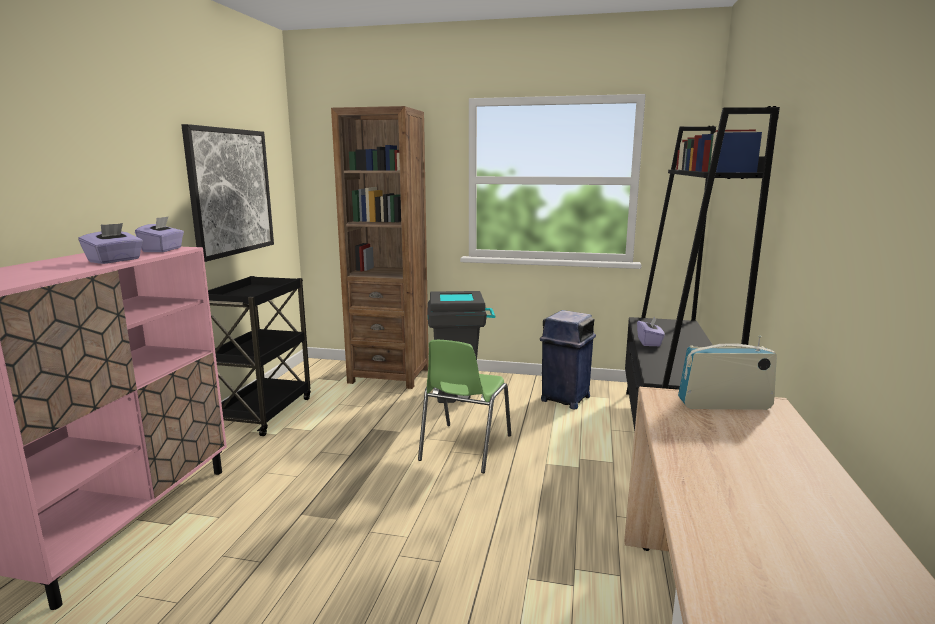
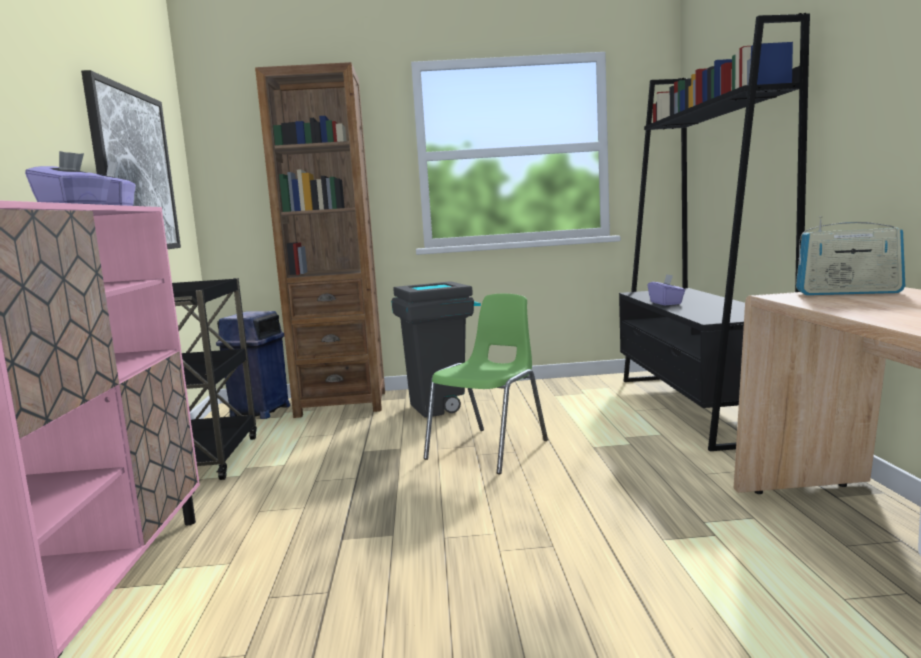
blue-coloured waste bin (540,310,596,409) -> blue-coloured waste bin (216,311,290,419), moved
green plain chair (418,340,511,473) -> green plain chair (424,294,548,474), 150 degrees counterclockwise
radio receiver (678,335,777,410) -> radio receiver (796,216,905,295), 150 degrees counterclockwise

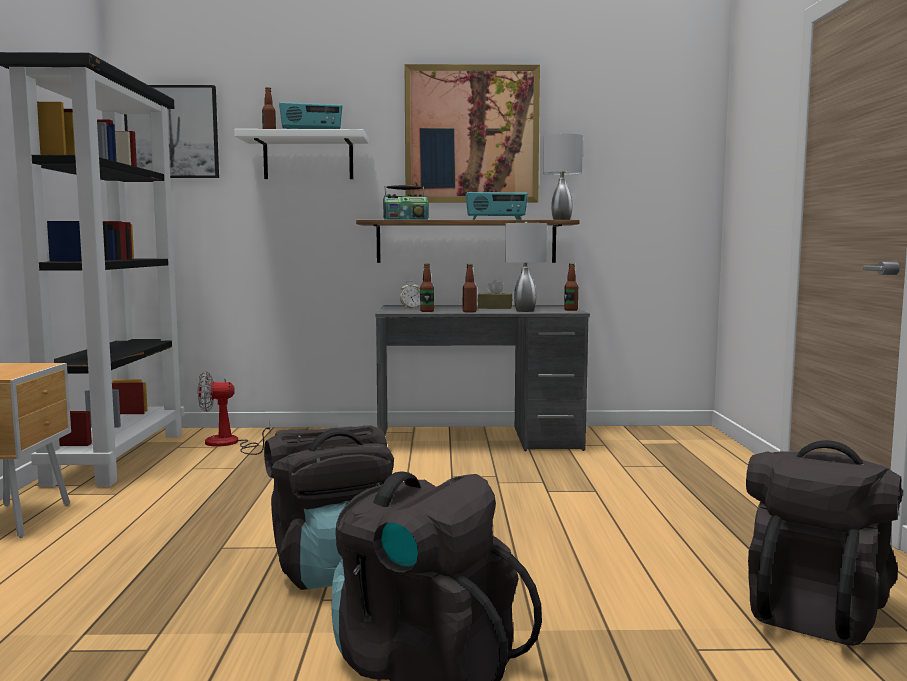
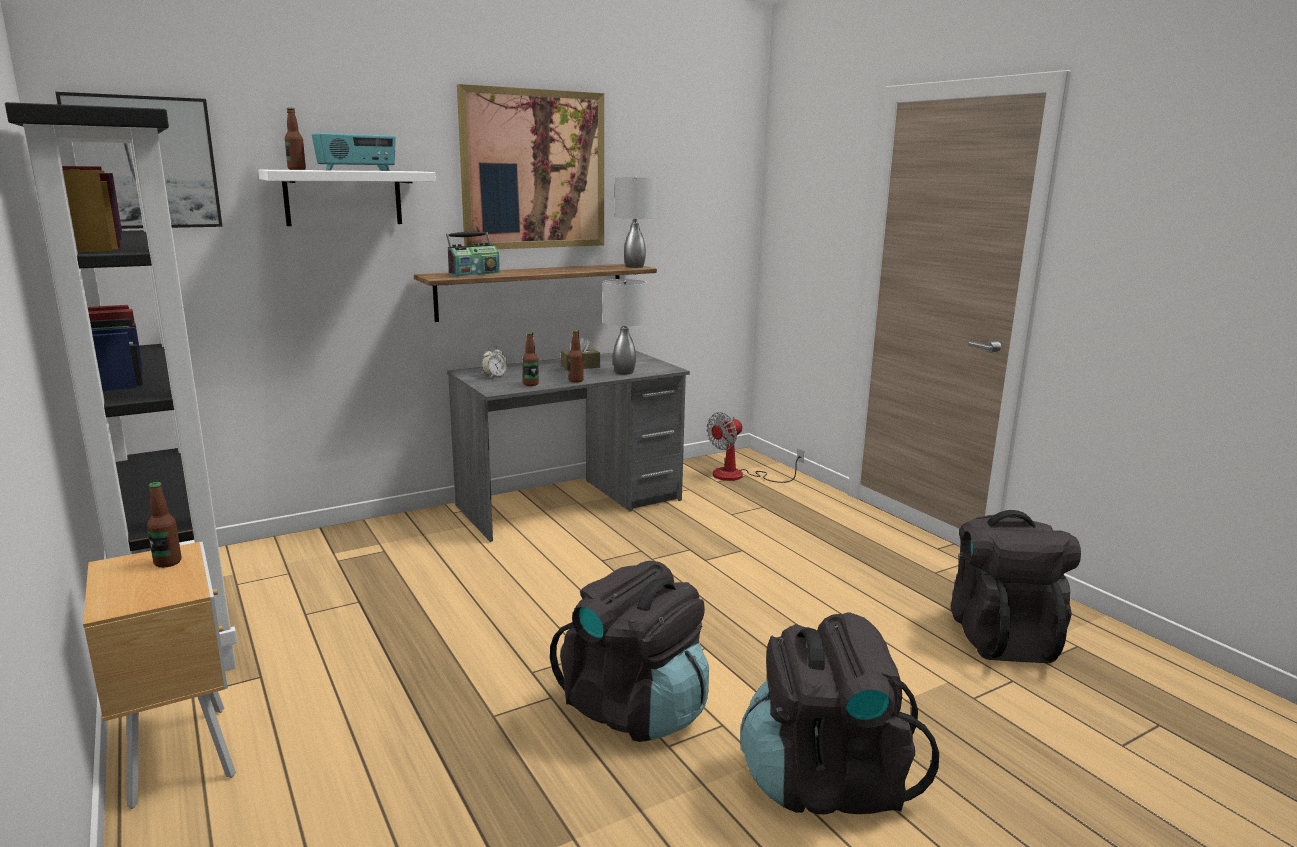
radio receiver (466,192,528,220) -> none
fan (198,371,270,455) -> fan (706,412,804,483), moved
beverage bottle (564,263,578,311) -> beverage bottle (147,482,182,568), moved

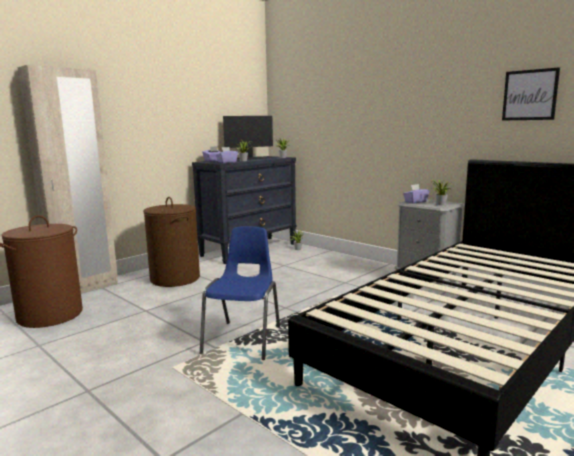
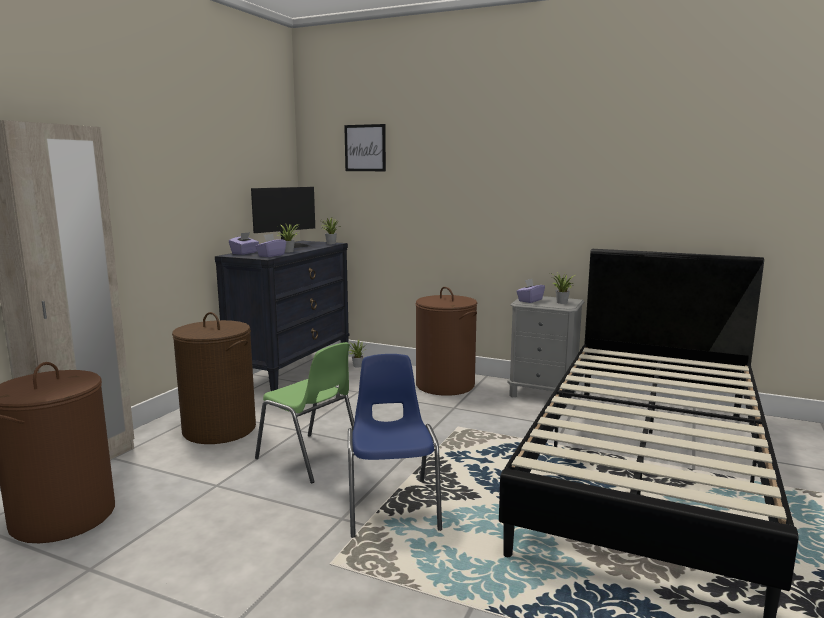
none -> green plain chair (255,342,354,483)
none -> brown washing basket (416,287,477,396)
picture (502,67,560,121) -> picture (344,124,386,171), moved

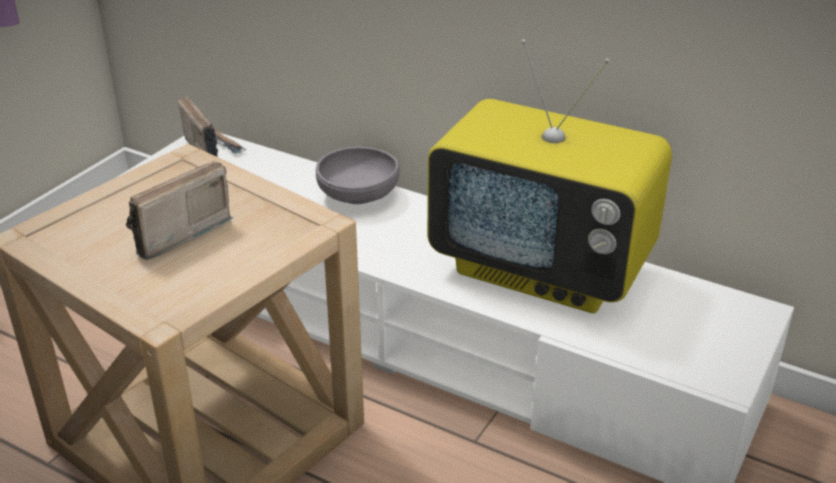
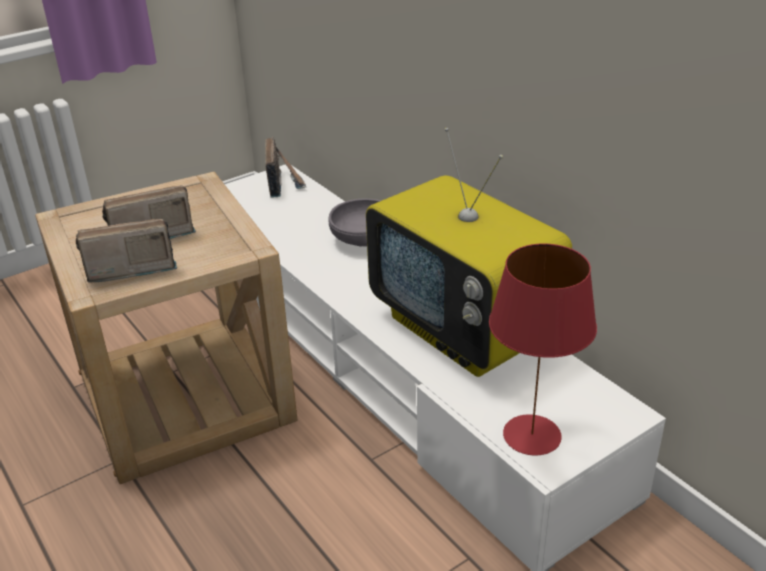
none -> radio receiver (76,219,177,282)
none -> reddish lamp for a table (489,244,597,456)

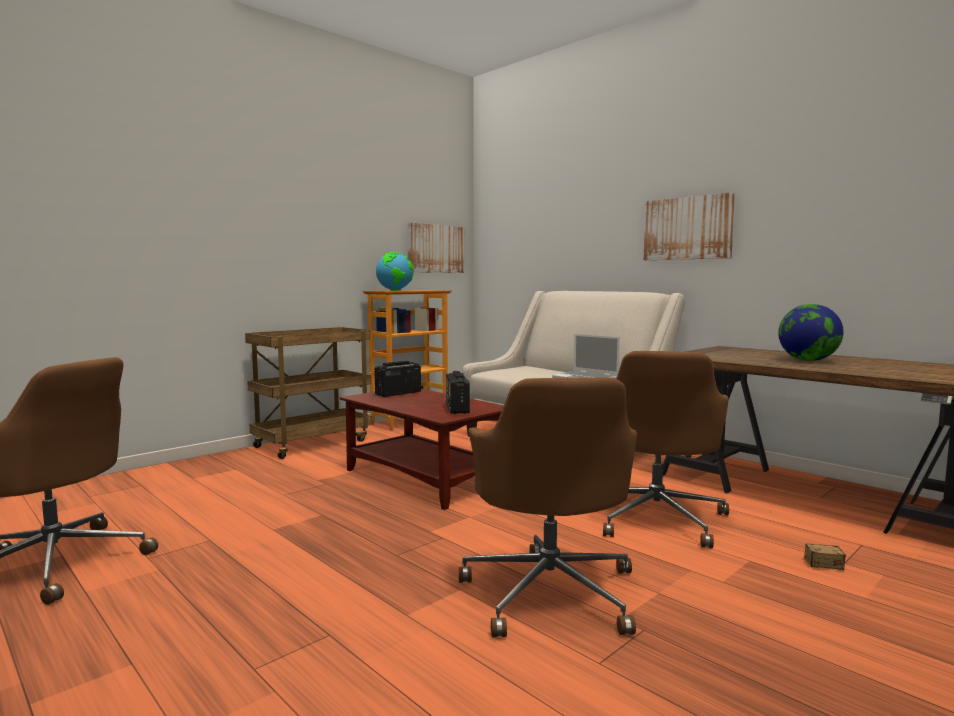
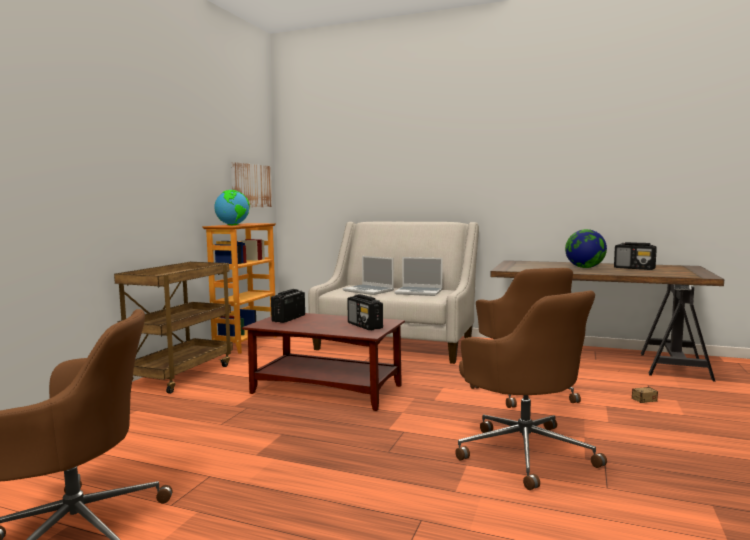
picture (644,192,735,260) -> none
none -> portable computer (343,256,394,295)
none -> radio receiver (614,242,657,270)

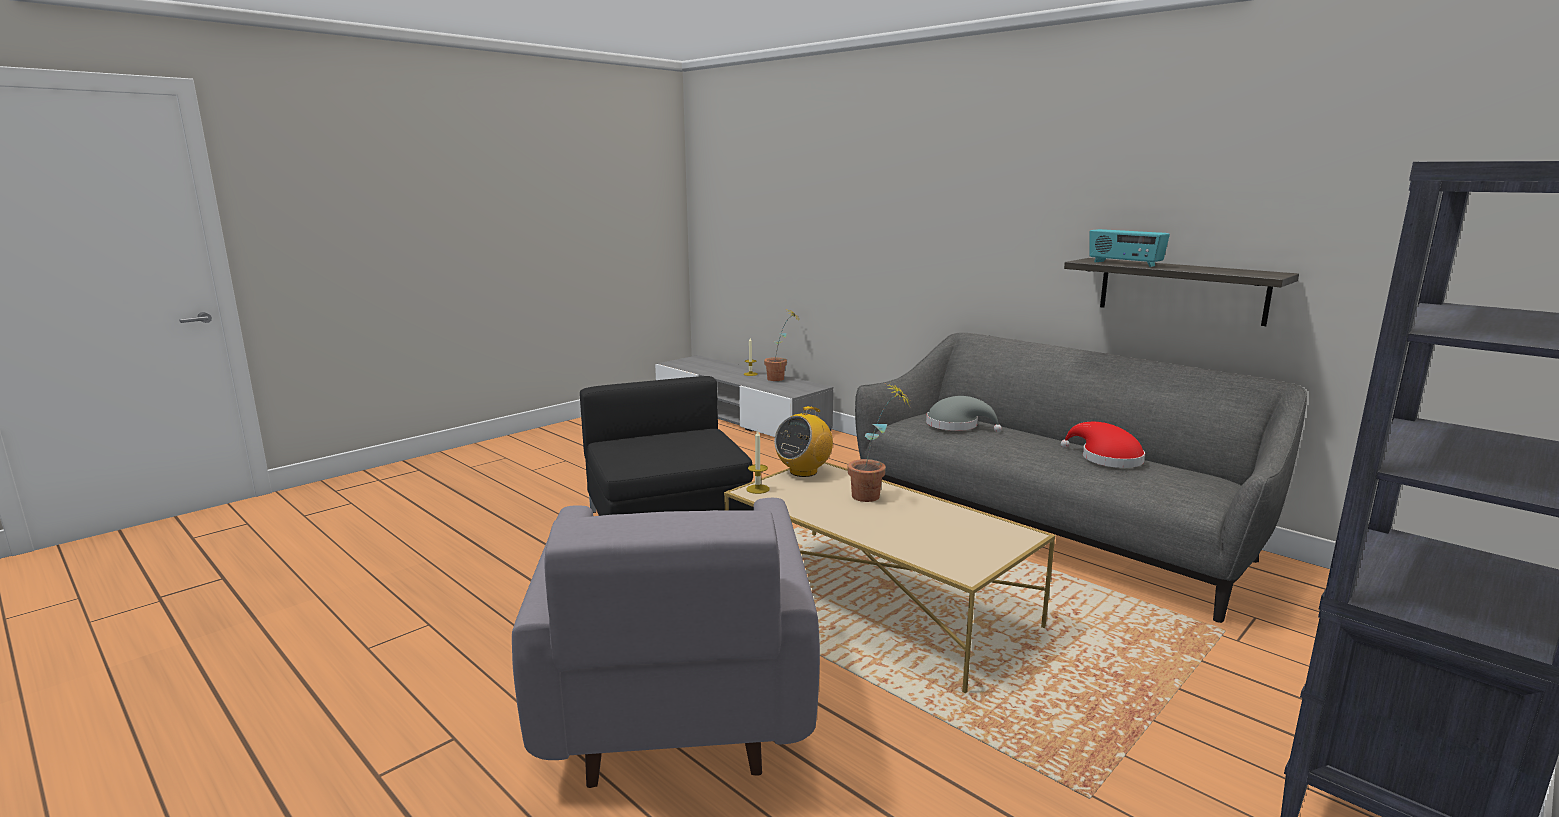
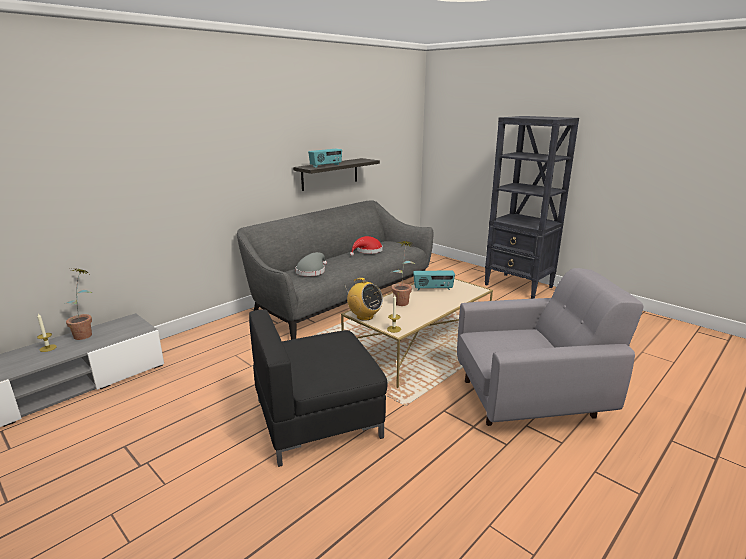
none -> radio receiver (413,270,455,290)

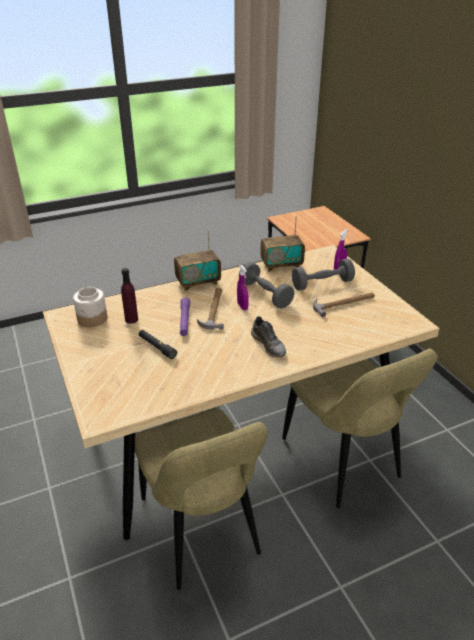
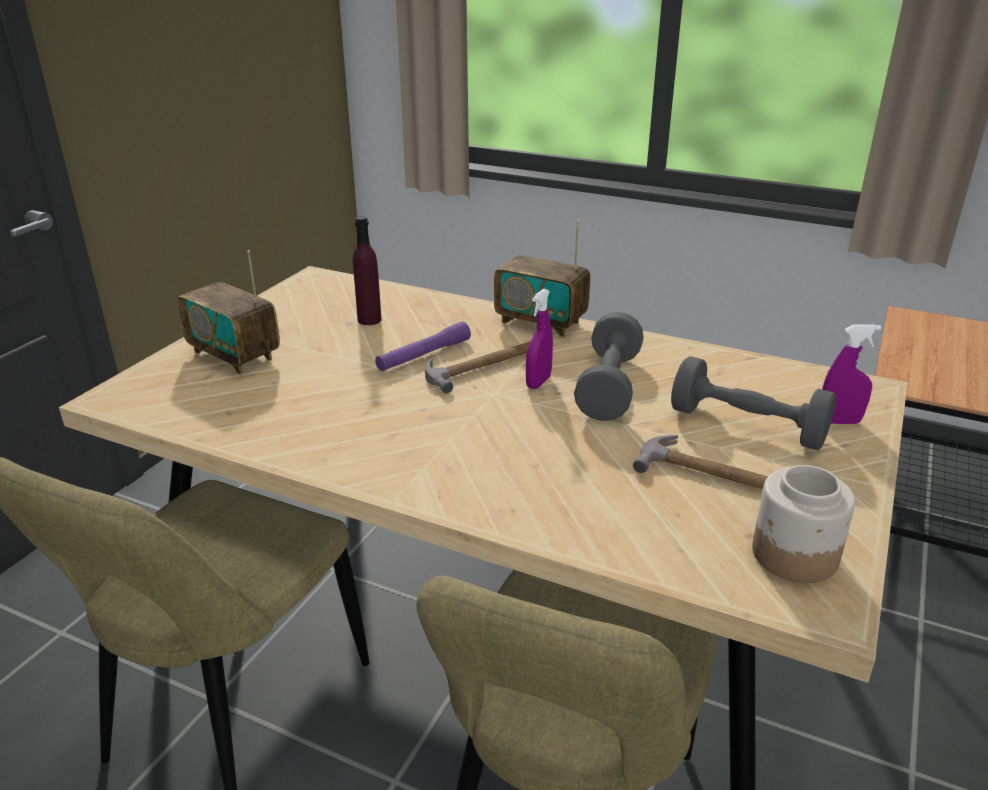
blackish hand torch (139,330,177,359) -> none
grey low shoe (251,316,286,357) -> none
preserve jar (73,287,107,327) -> preserve jar (752,465,855,583), moved
radio receiver (260,216,305,272) -> radio receiver (177,250,280,375), moved

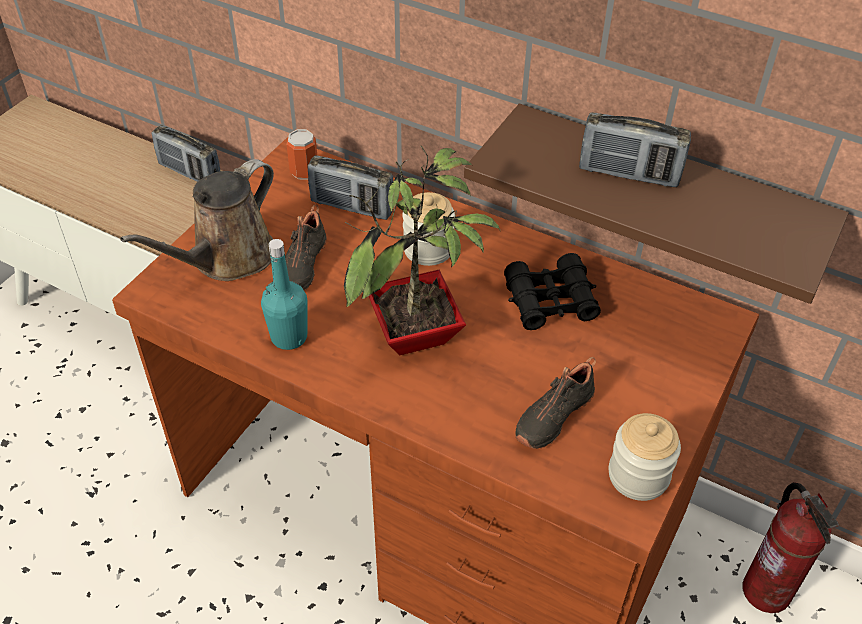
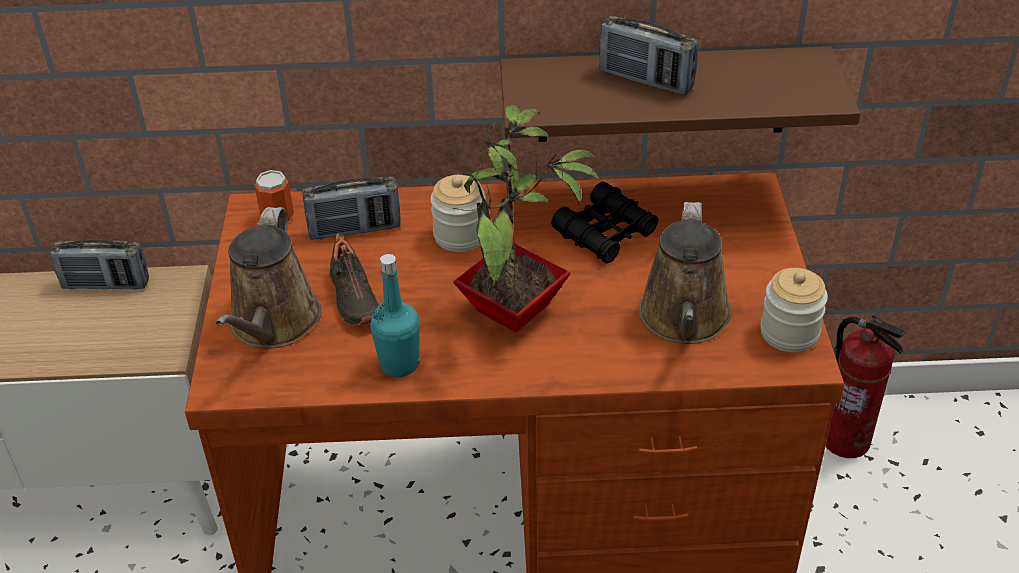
blackish low shoe (515,357,596,449) -> brown watering pot (639,202,731,344)
radio receiver (579,112,691,187) -> radio receiver (599,16,698,95), 45 degrees clockwise

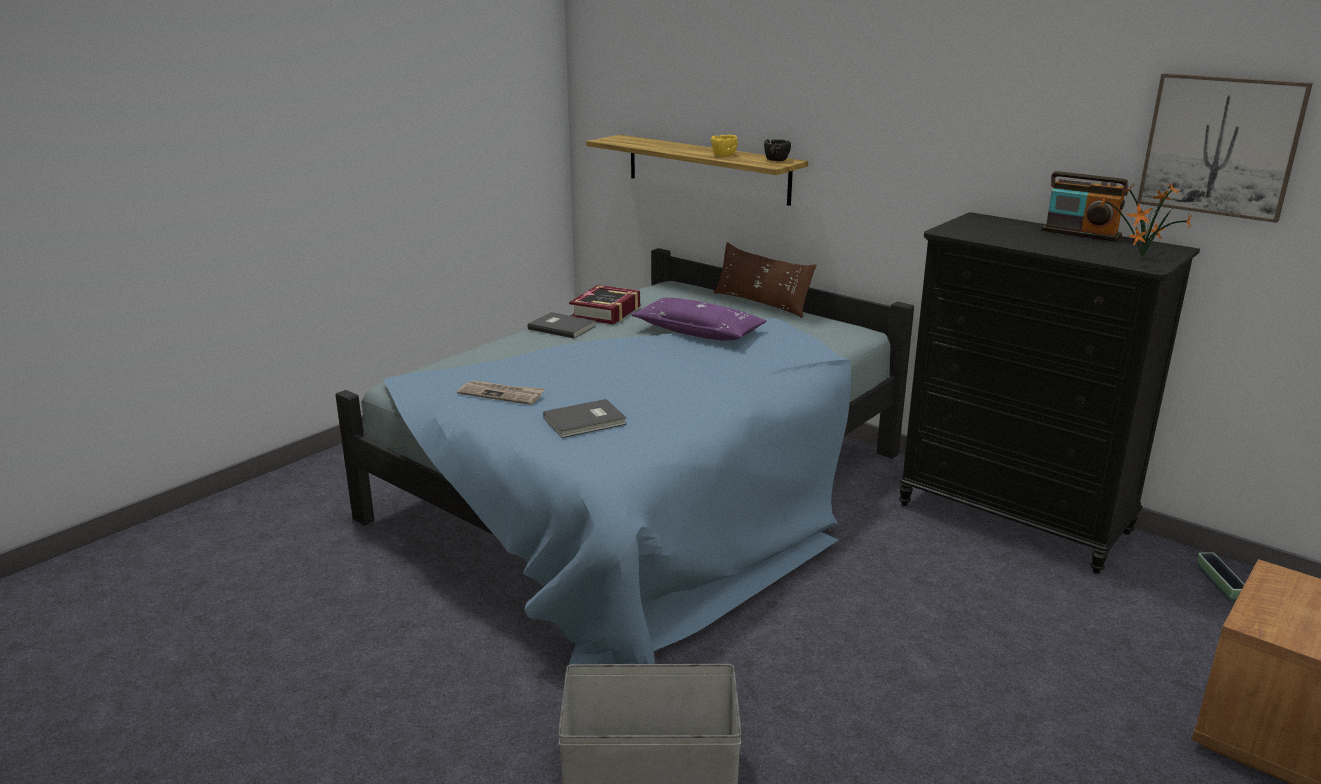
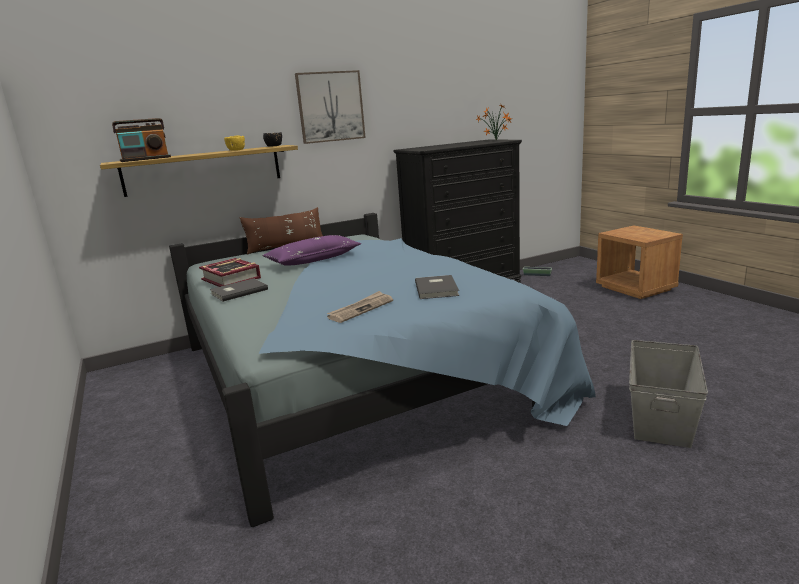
radio receiver (1041,171,1128,241) -> radio receiver (112,118,171,162), moved
picture (1137,73,1313,223) -> picture (295,70,366,144), moved

